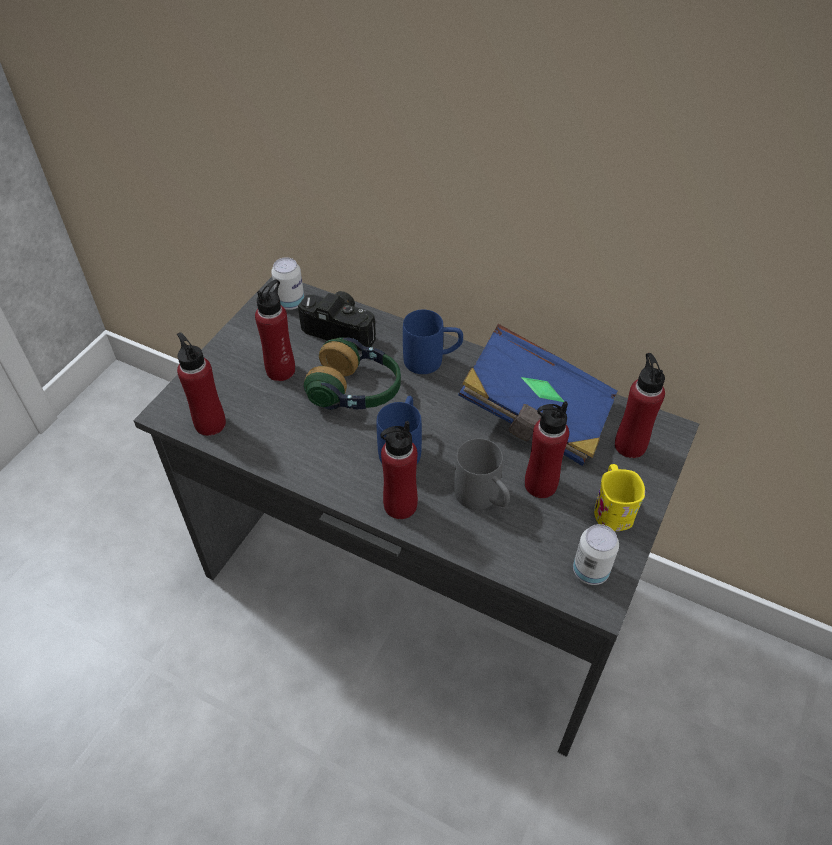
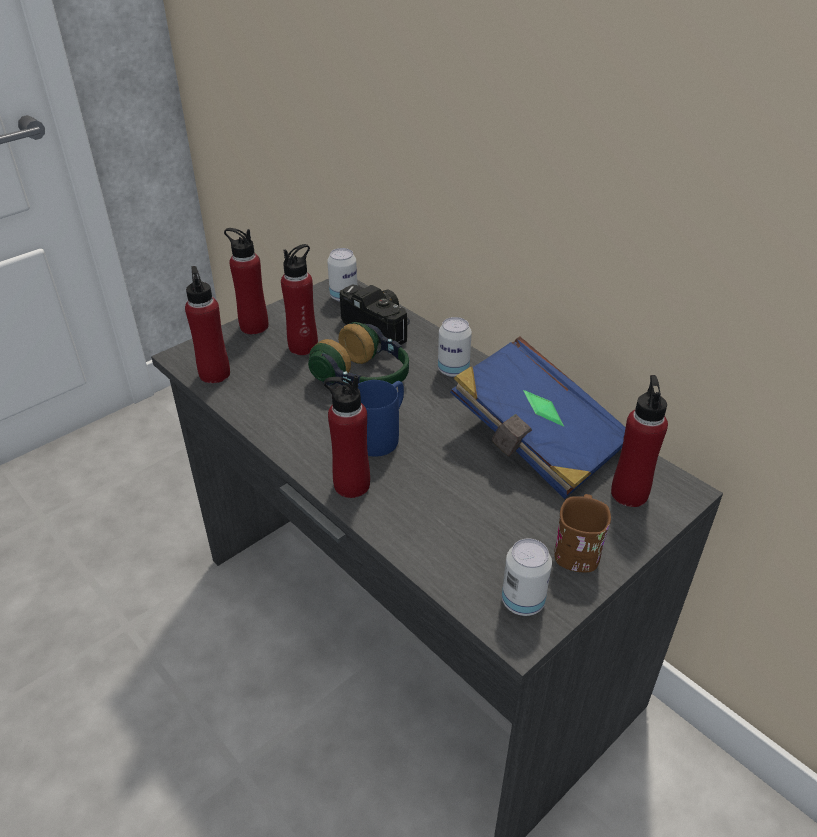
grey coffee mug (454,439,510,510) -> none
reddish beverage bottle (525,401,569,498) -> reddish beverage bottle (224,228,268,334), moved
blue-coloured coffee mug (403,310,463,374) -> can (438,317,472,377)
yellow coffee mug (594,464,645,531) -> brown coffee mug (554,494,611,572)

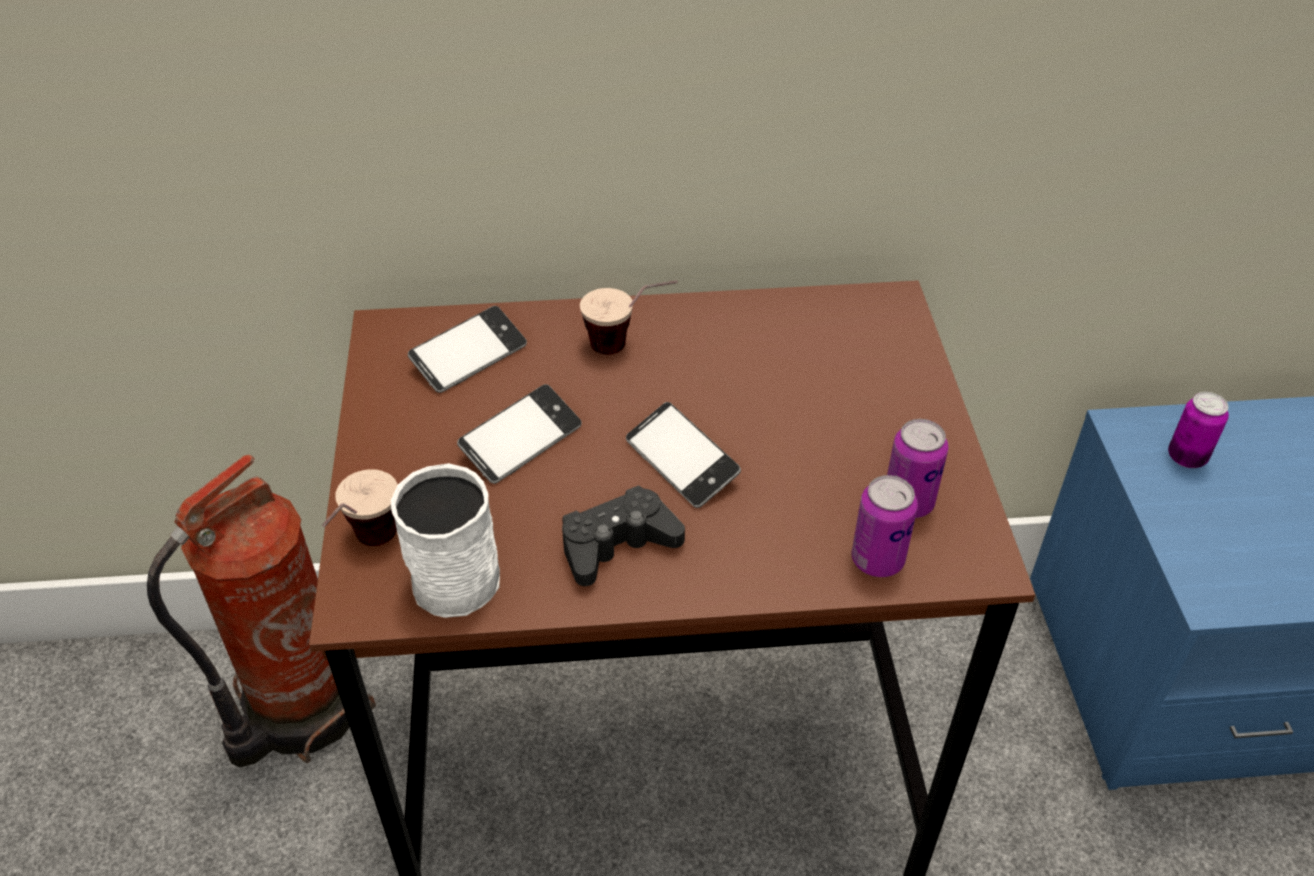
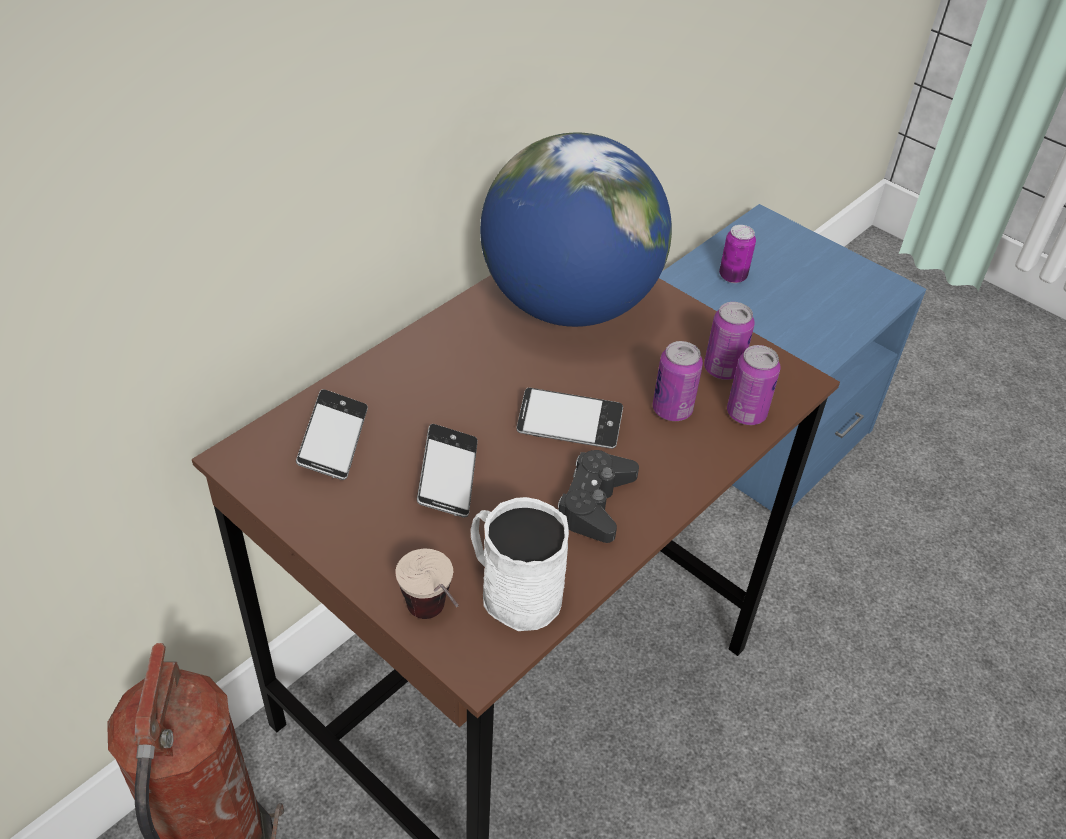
small cup (580,280,677,355) -> none
none -> globe (480,132,672,327)
none -> can (652,341,703,421)

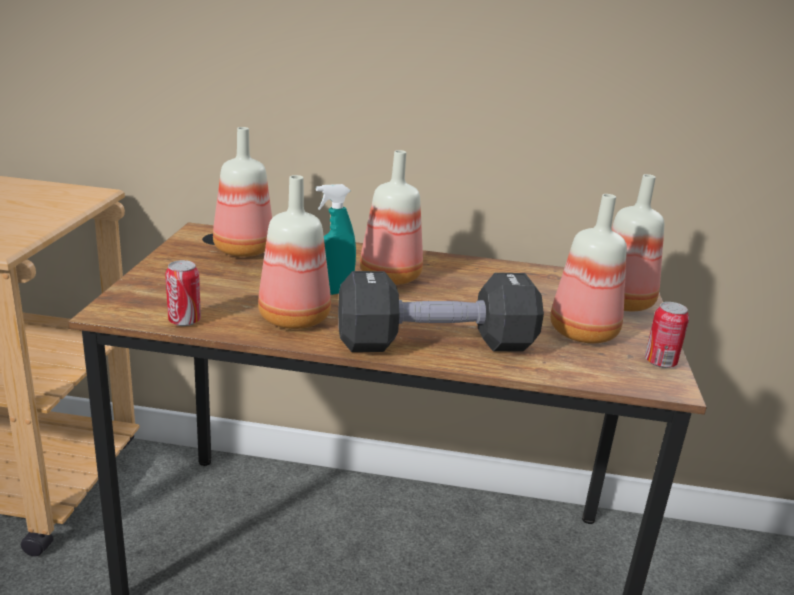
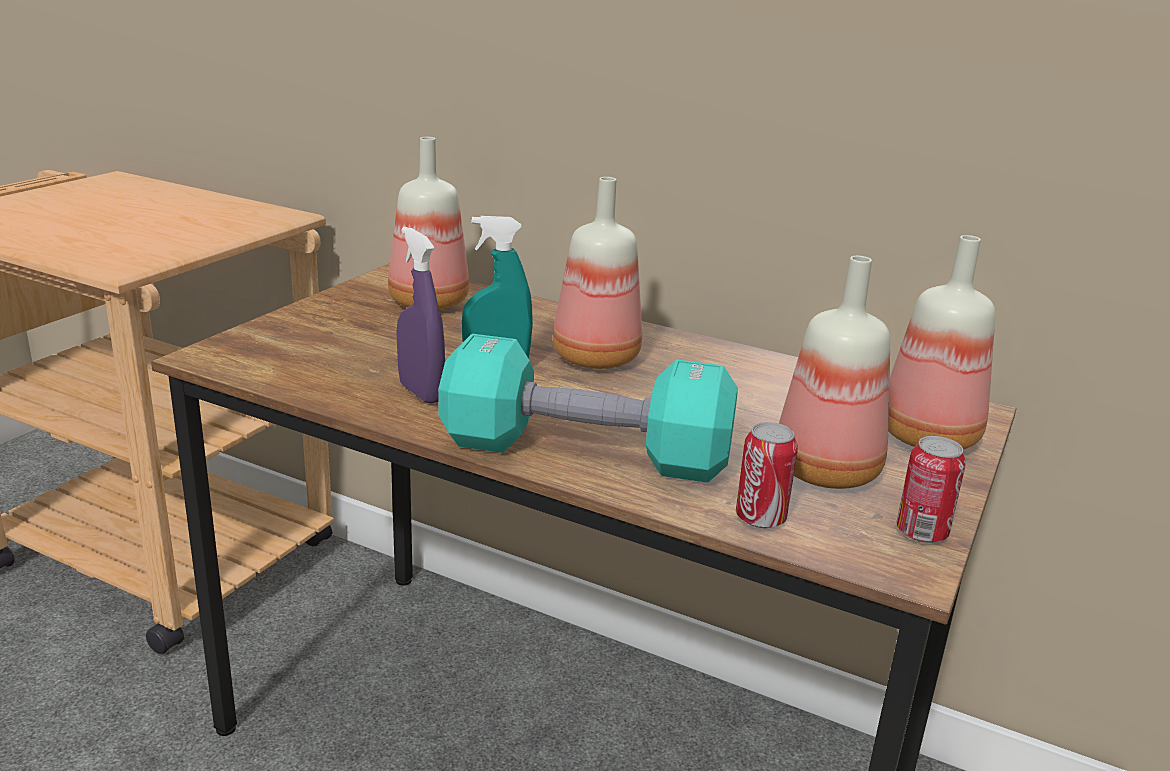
can (165,260,201,326) -> can (736,422,798,528), moved
beverage bottle (258,175,331,329) -> purple-coloured hand sprayer (397,227,445,404)
blackish hand weight (338,271,544,352) -> turquoise hand weight (438,334,738,483)

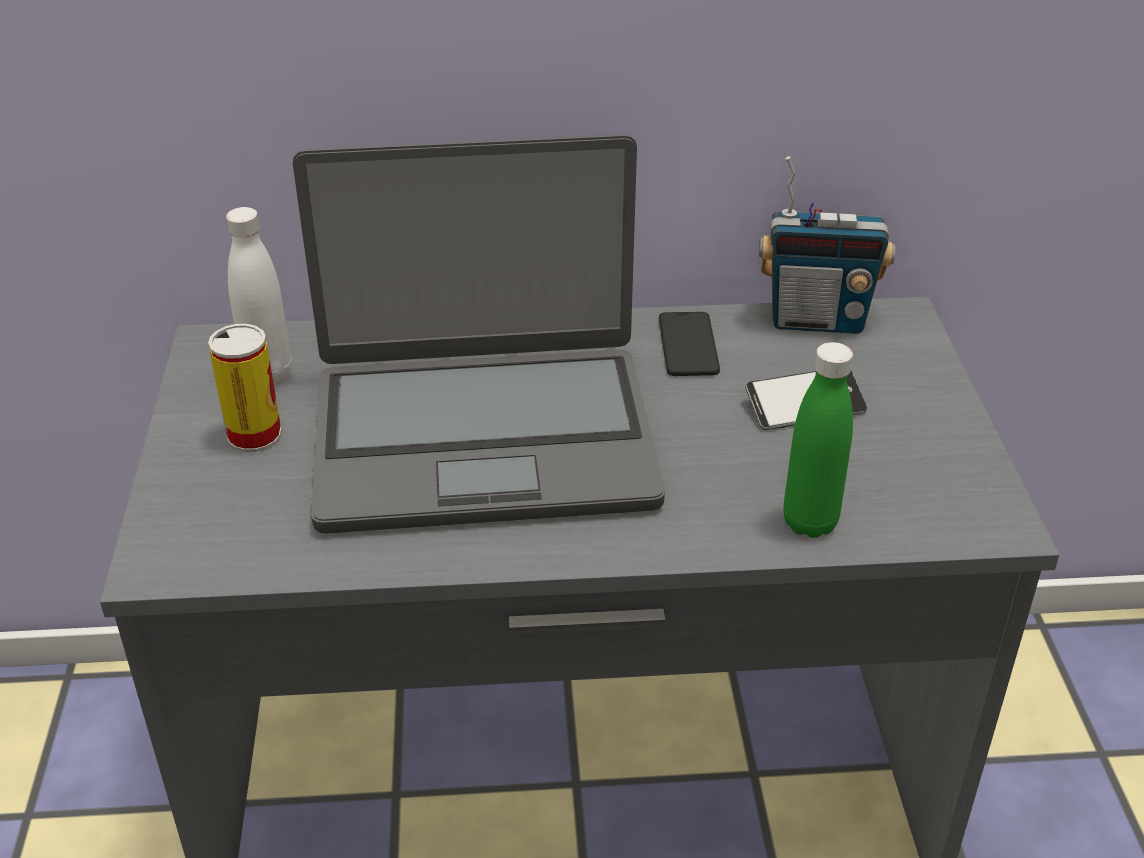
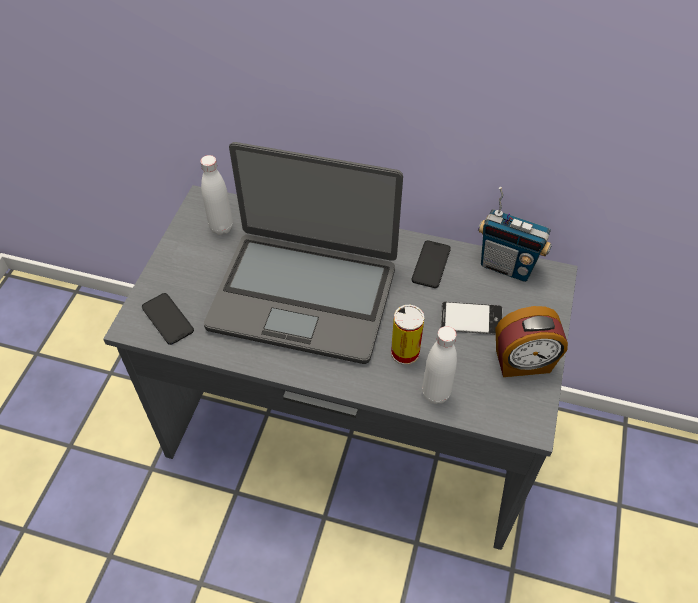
none -> telephone (142,293,194,345)
none -> alarm clock (496,306,568,377)
can (208,324,282,452) -> can (391,305,424,365), moved
green beverage bottle (783,342,853,538) -> white beverage bottle (422,326,457,404)

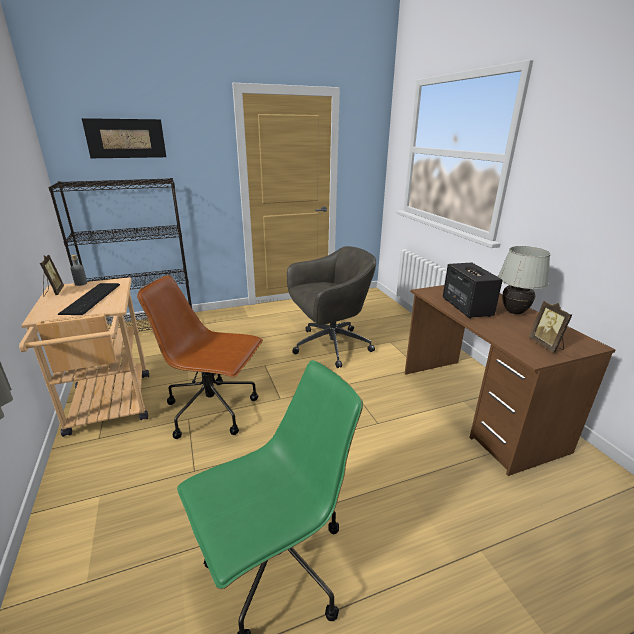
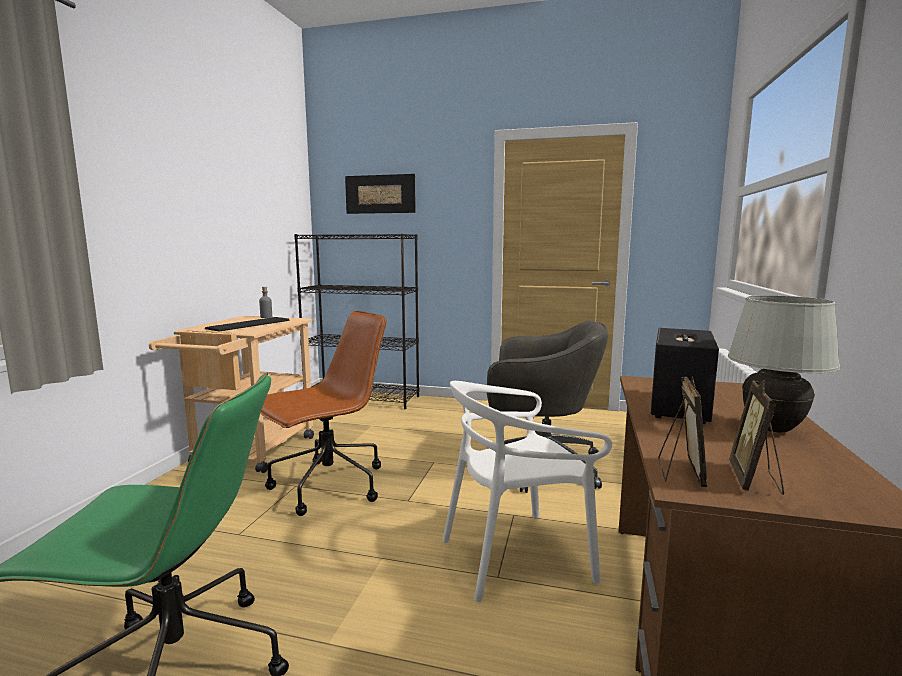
none -> white plain chair (443,381,612,602)
picture frame (40,255,64,296) -> picture frame (658,376,707,487), moved
brown office chair (137,275,263,439) -> brown office chair (260,311,386,516), 90 degrees clockwise

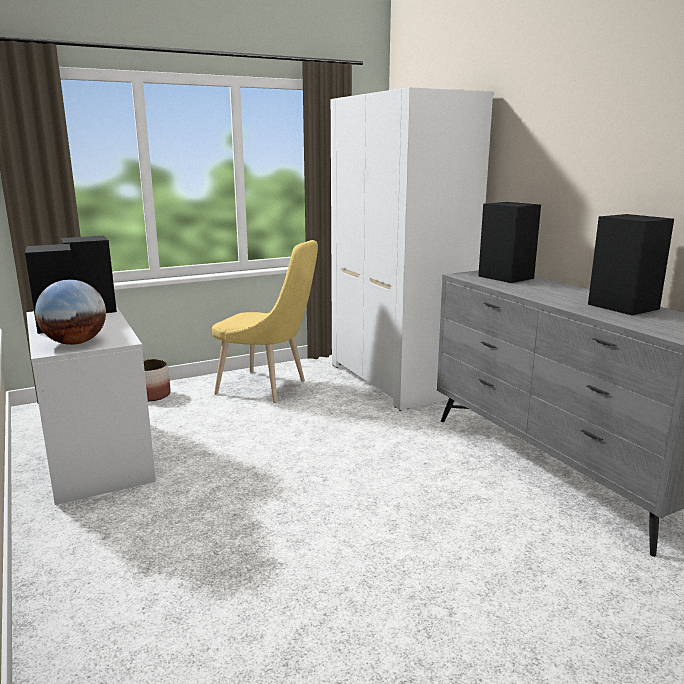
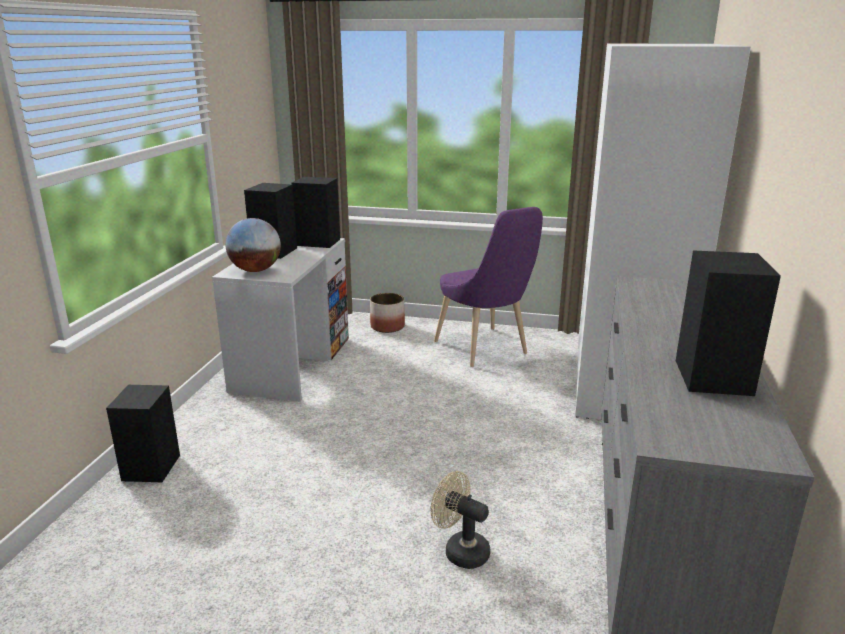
none -> beige-coloured fan (430,471,490,569)
blackish loudspeaker (478,202,541,283) -> blackish loudspeaker (106,385,180,482), moved
yellow plain chair (212,240,318,403) -> purple-coloured plain chair (434,207,543,367)

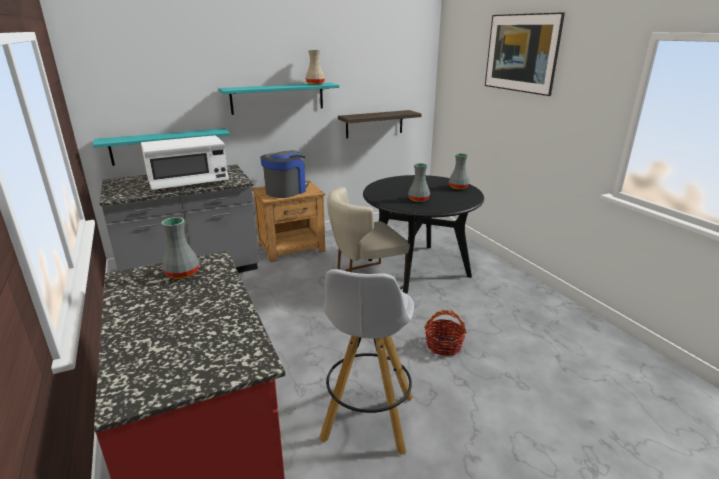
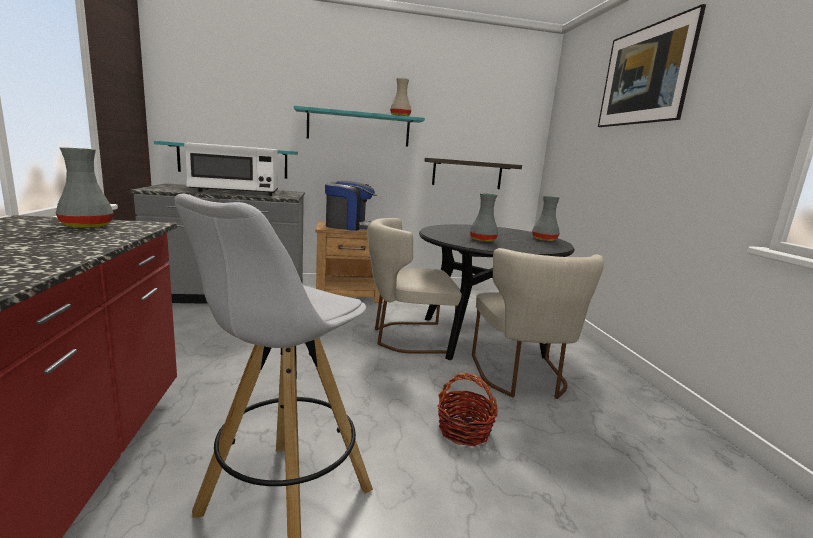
none -> beige-coloured plain chair (472,248,604,399)
coffee maker (260,150,309,198) -> coffee maker (325,180,377,231), 45 degrees clockwise

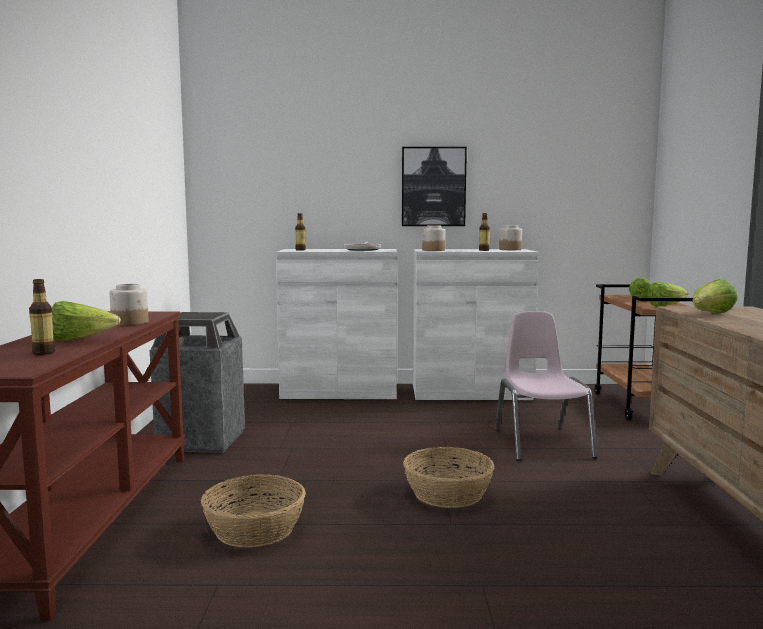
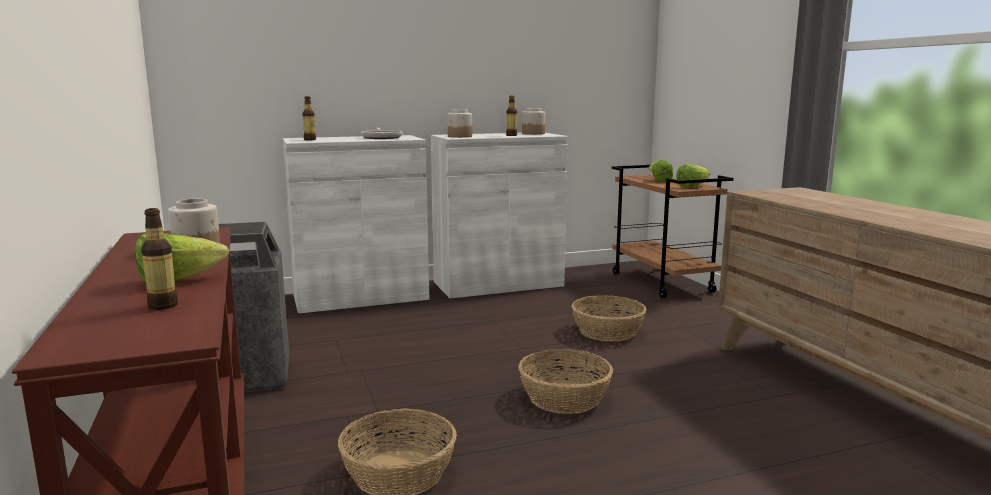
picture (402,147,467,226) -> none
head of lettuce (693,279,738,313) -> none
pinkish plain chair (495,311,597,461) -> basket (572,295,647,342)

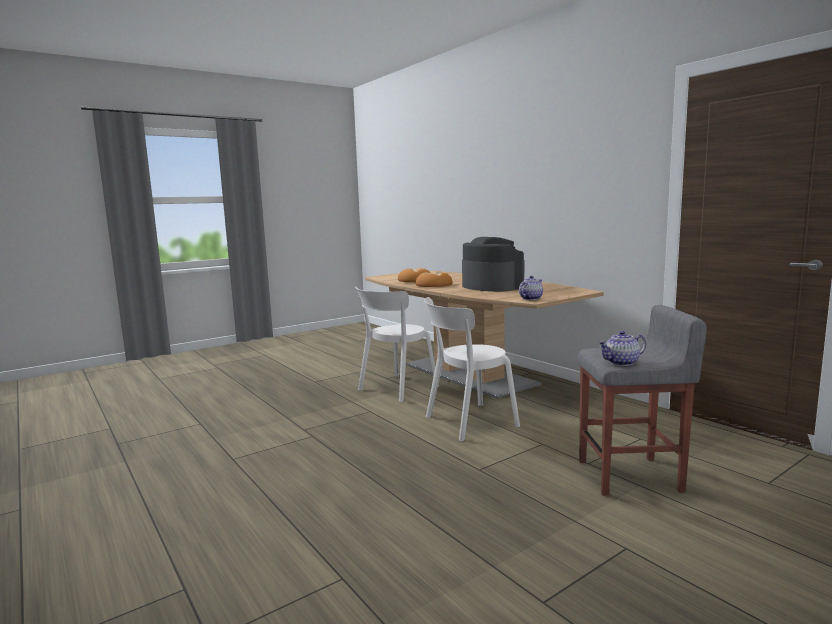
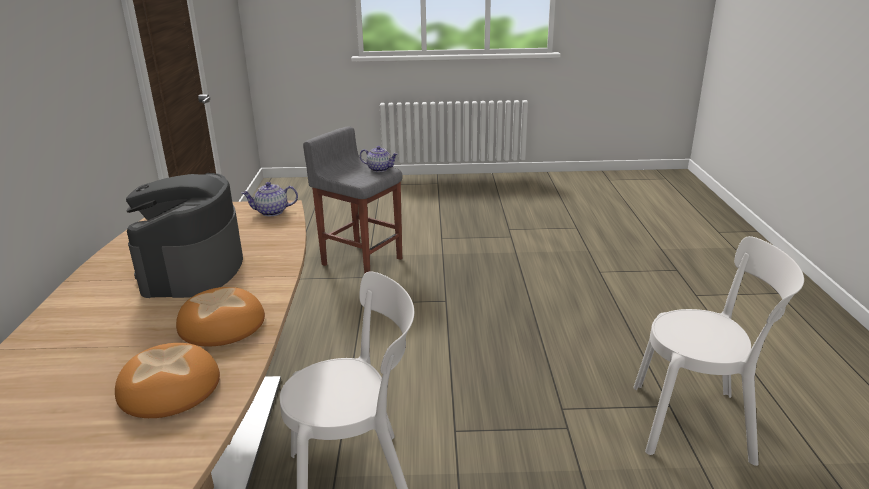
white plain chair (424,297,520,441) -> white plain chair (633,236,804,466), moved

